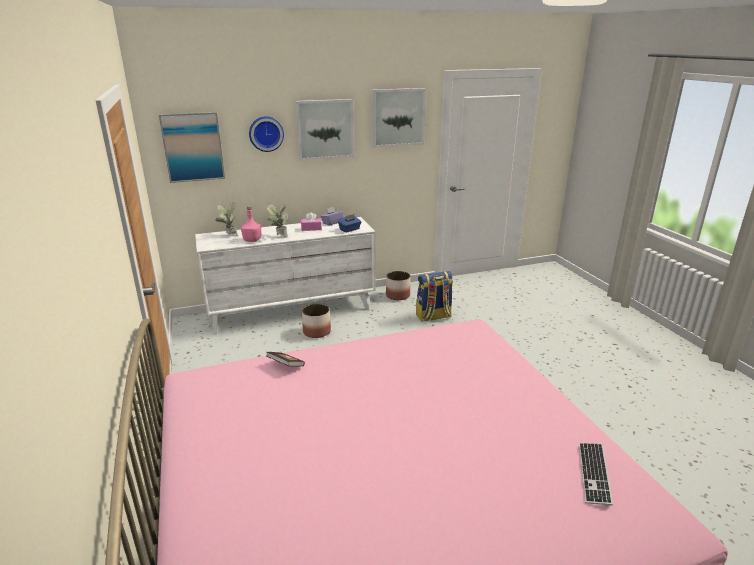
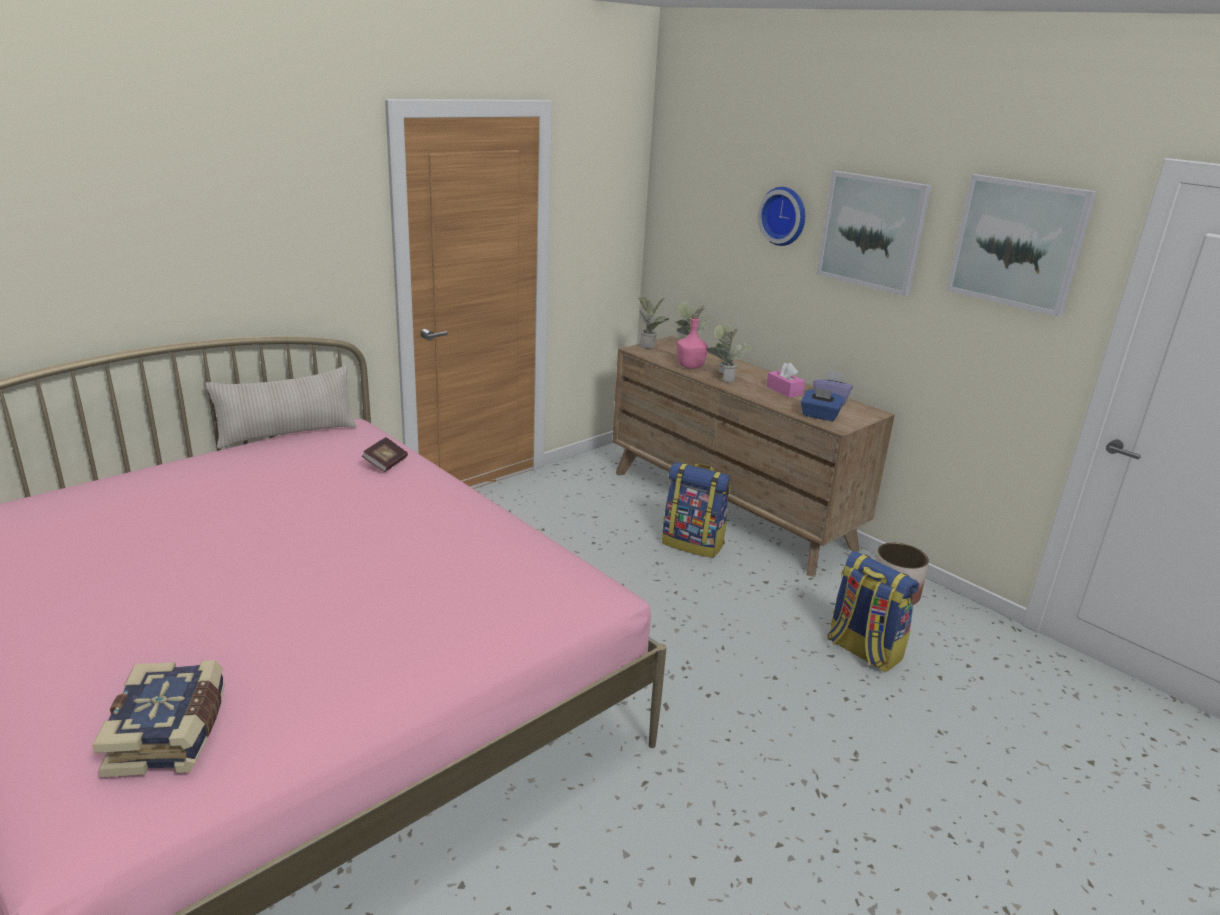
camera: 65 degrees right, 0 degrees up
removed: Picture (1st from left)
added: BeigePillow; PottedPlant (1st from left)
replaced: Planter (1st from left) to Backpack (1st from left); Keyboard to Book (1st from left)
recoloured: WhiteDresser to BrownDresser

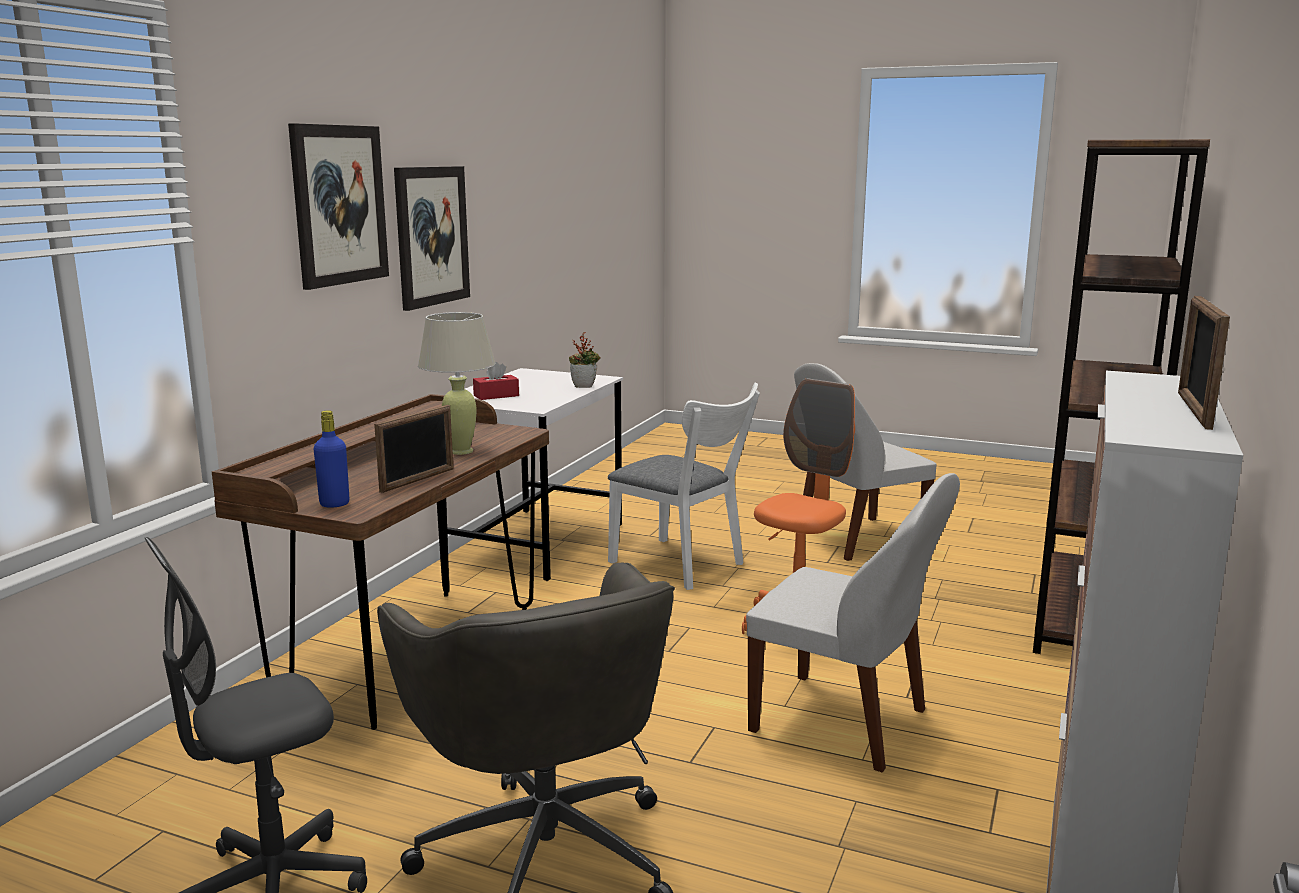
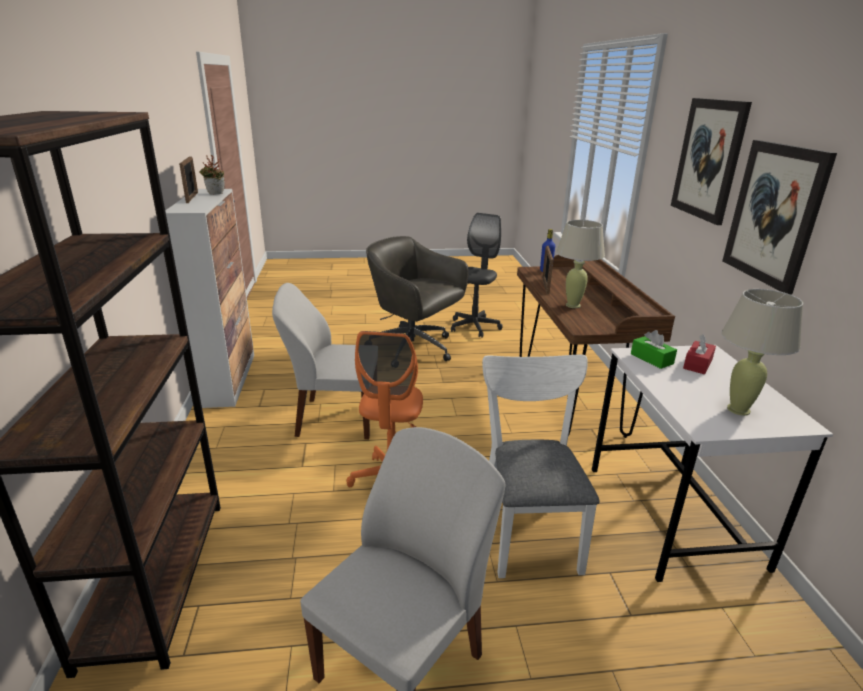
camera: 150 degrees right, 10 degrees up
added: GreenTissueBox; BeigeTableLamp (2nd from left)
moved: PottedPlant
turned: WhiteChair (1st from left in the first image) 75 degrees clockwise

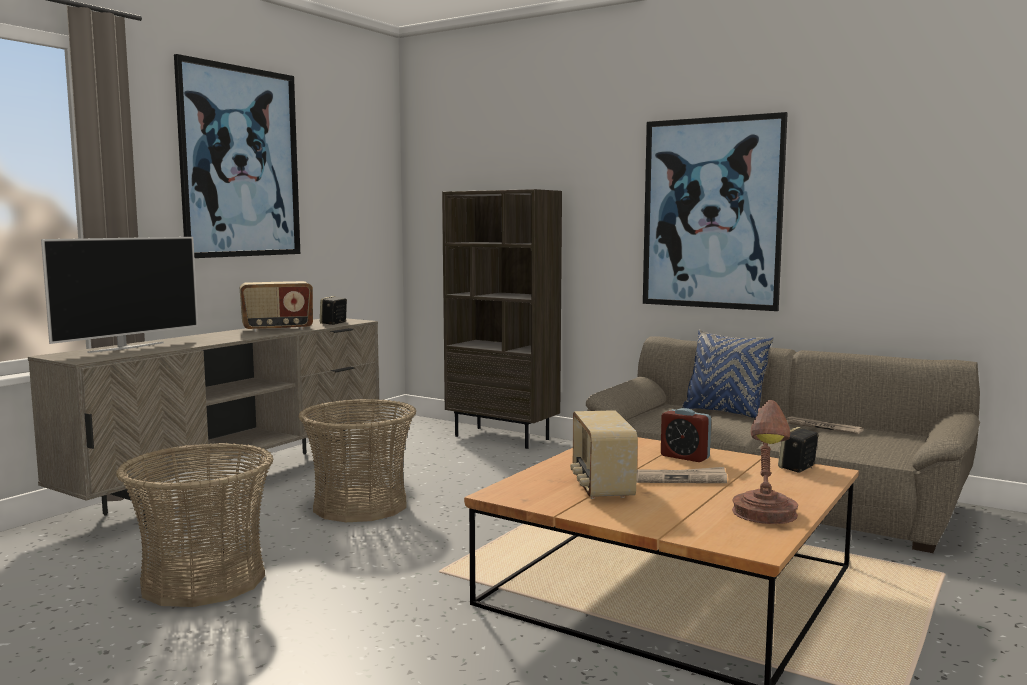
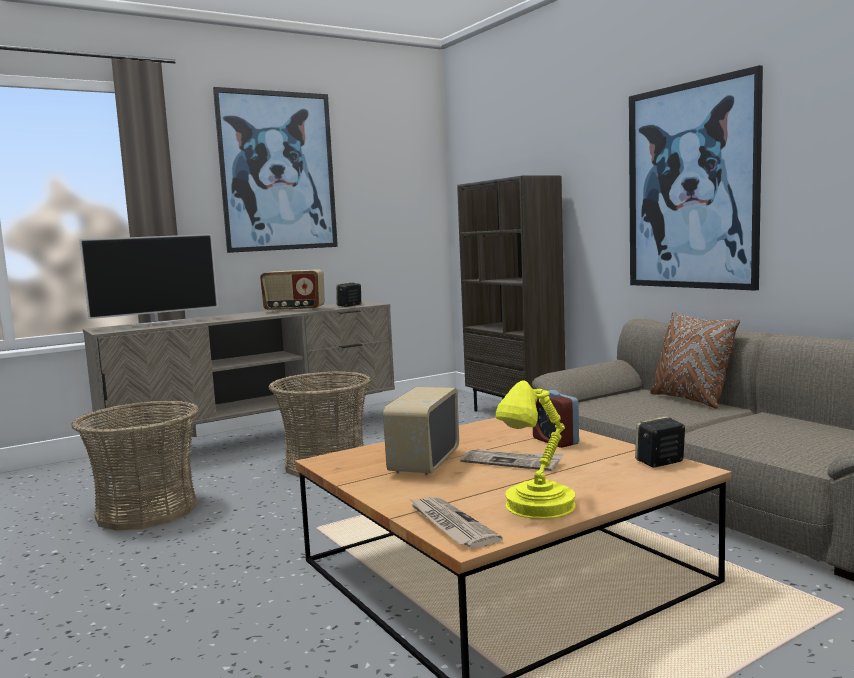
camera: 25 degrees right, 0 degrees up
moved: Newspaper (2nd from left in the first image) to Newspaper (1st from left)
recoloured: BluePillow to BrownPillow; BrownTableLamp to YellowTableLamp

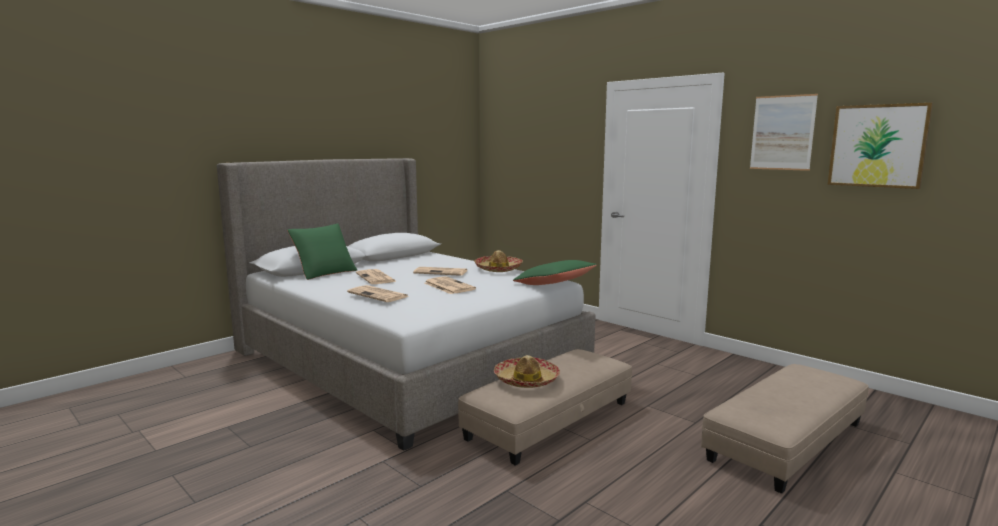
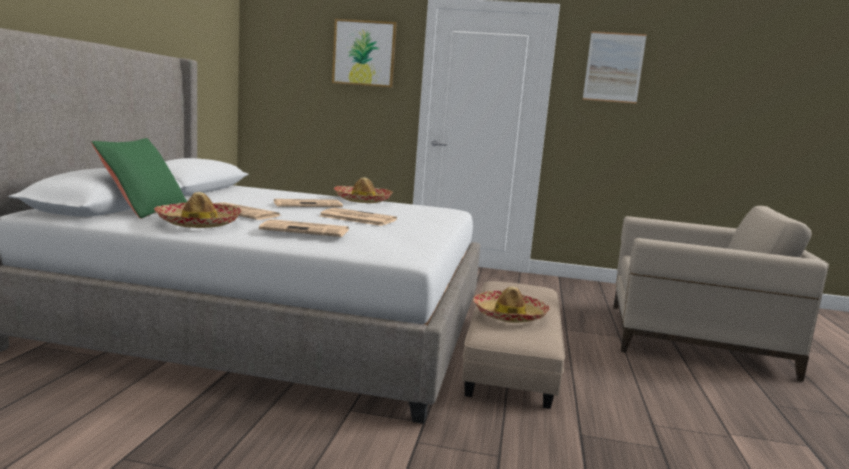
camera: 35 degrees left, 0 degrees up
removed: GreenPillow (2nd from left)
added: Hat (1st from left)
moved: Picture (2nd from left in the first image) to Picture (1st from left)
replaced: BeigeOttoman (2nd from left) to BeigeArmchair

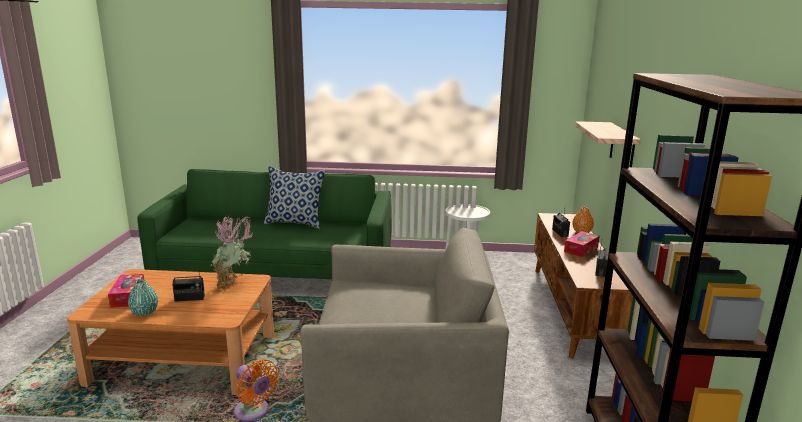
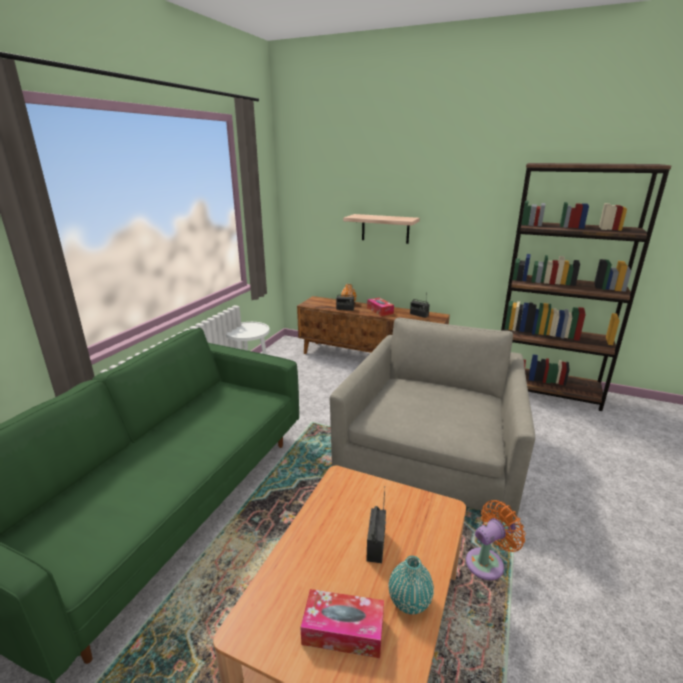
camera: 70 degrees left, 5 degrees up
removed: PottedPlant; Pillow

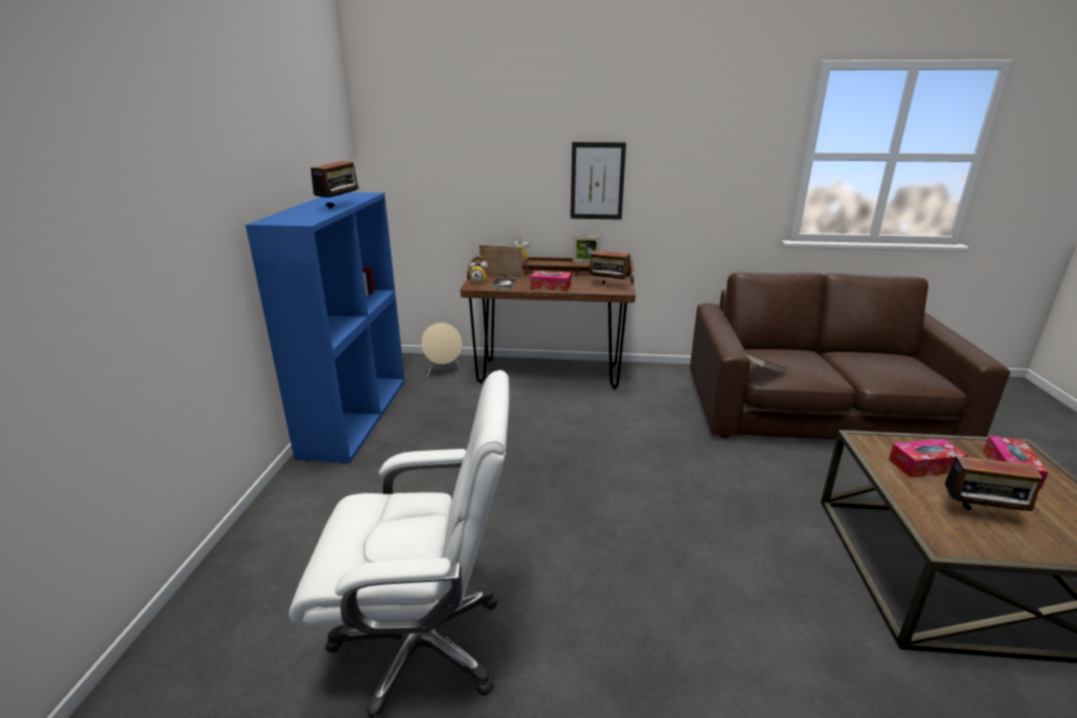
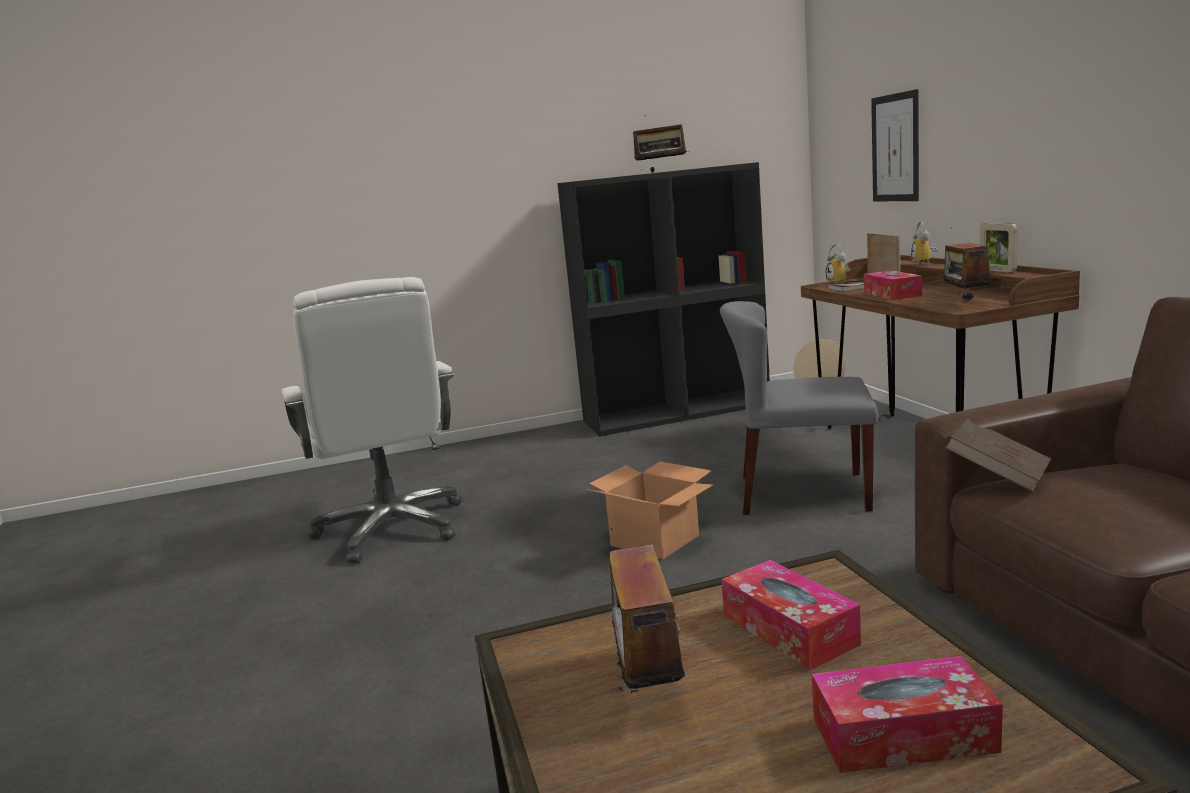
camera: 70 degrees right, 10 degrees down
added: CardboardBox; GreyChair
moved: Picture
recoloured: BlueBookcase to BlackBookcase

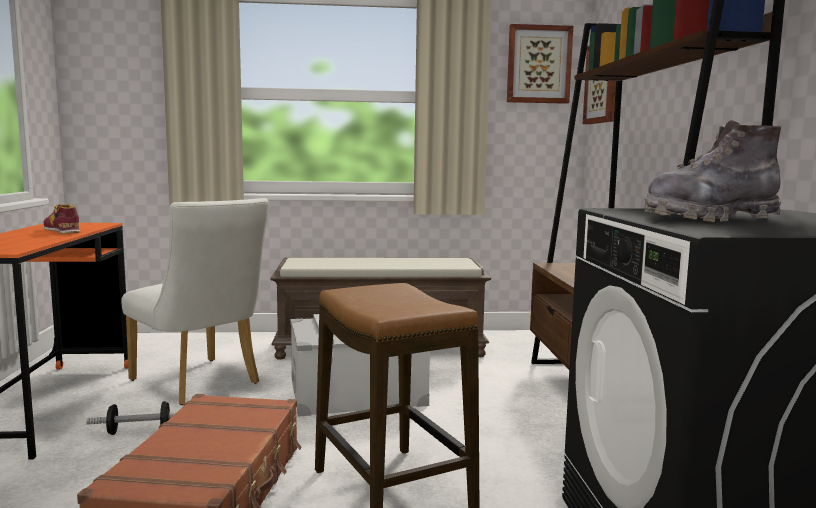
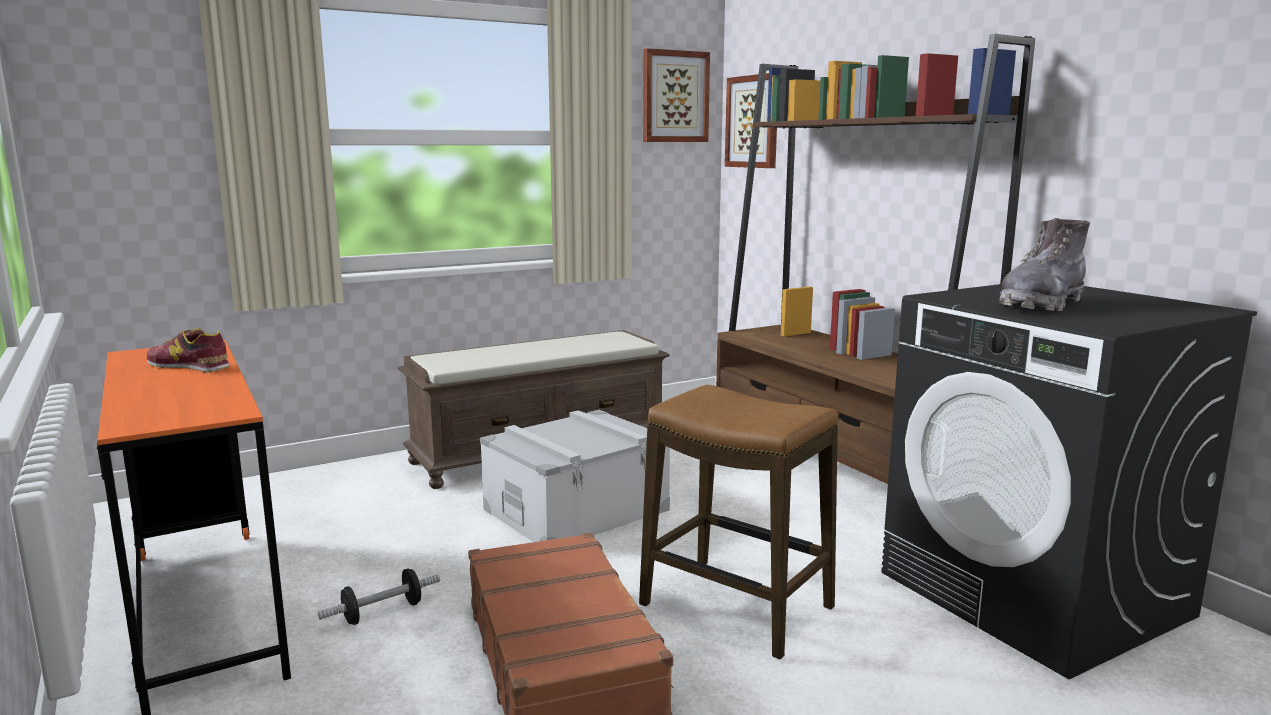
camera: 25 degrees left, 5 degrees up
removed: WhiteChair

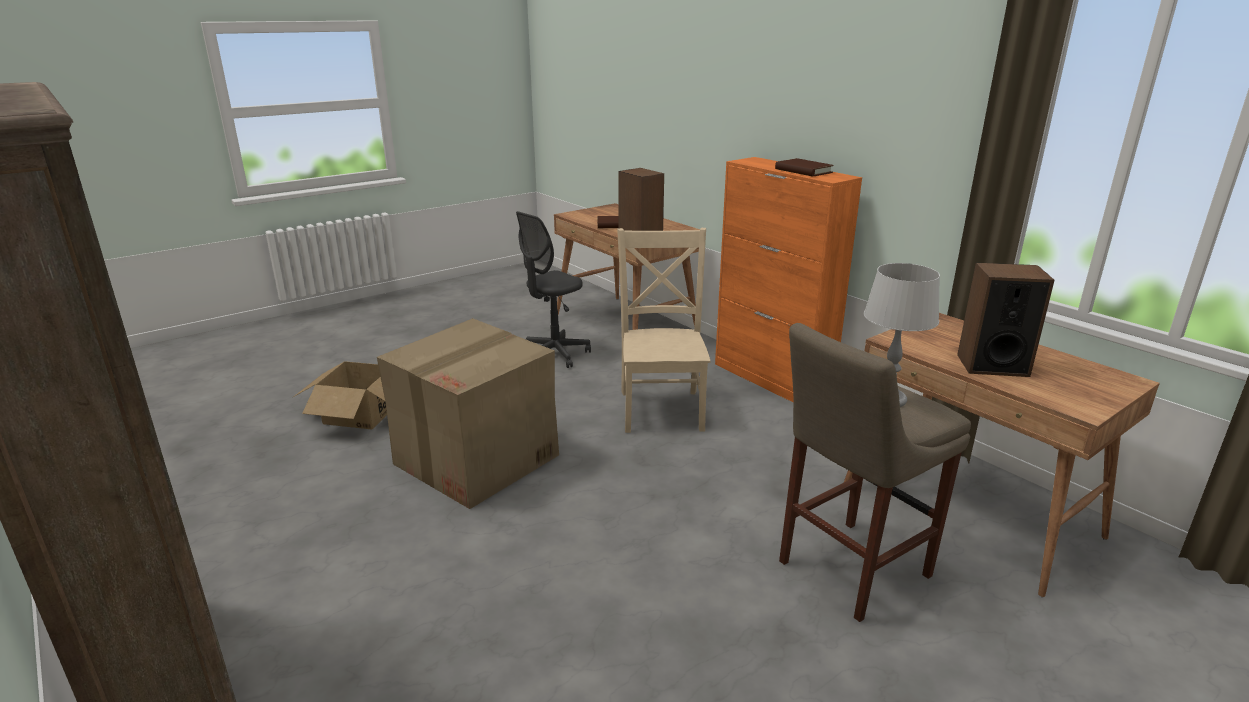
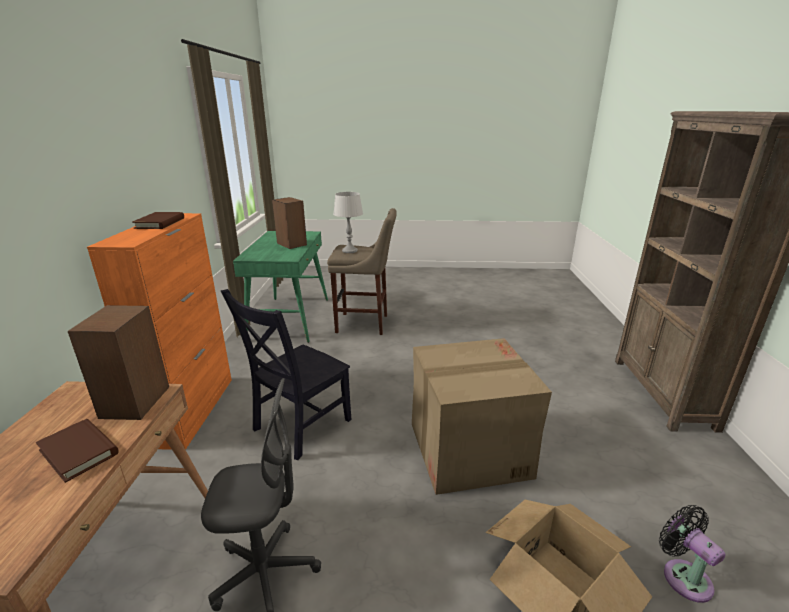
camera: 140 degrees left, 0 degrees up
added: BlackFan
recoloured: BeigeChair to BlackChair; BrownDesk (2nd from left) to GreenDesk

